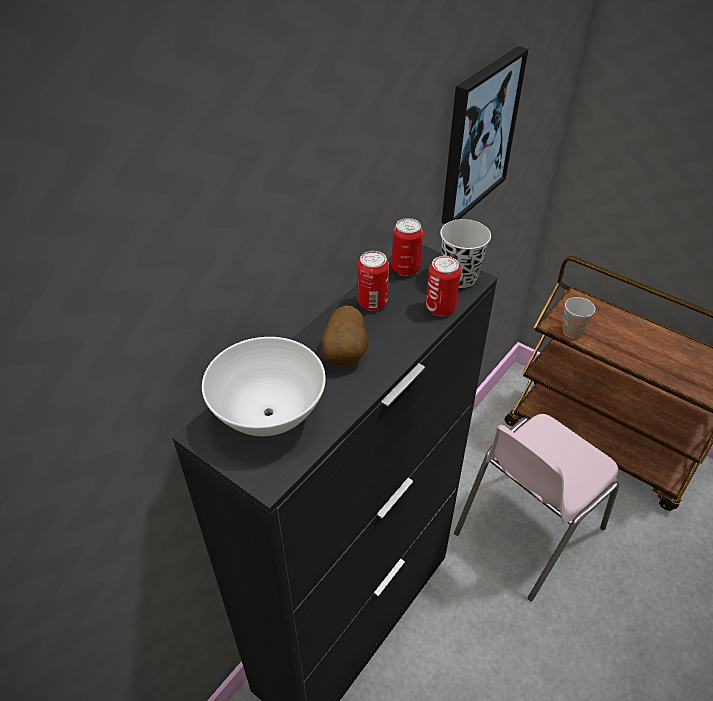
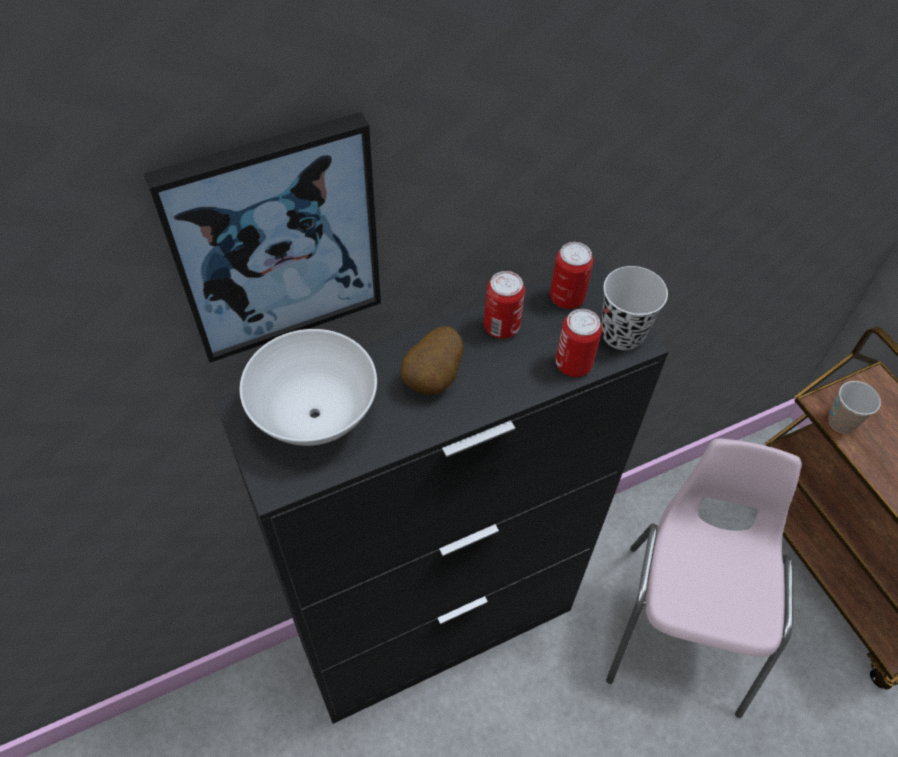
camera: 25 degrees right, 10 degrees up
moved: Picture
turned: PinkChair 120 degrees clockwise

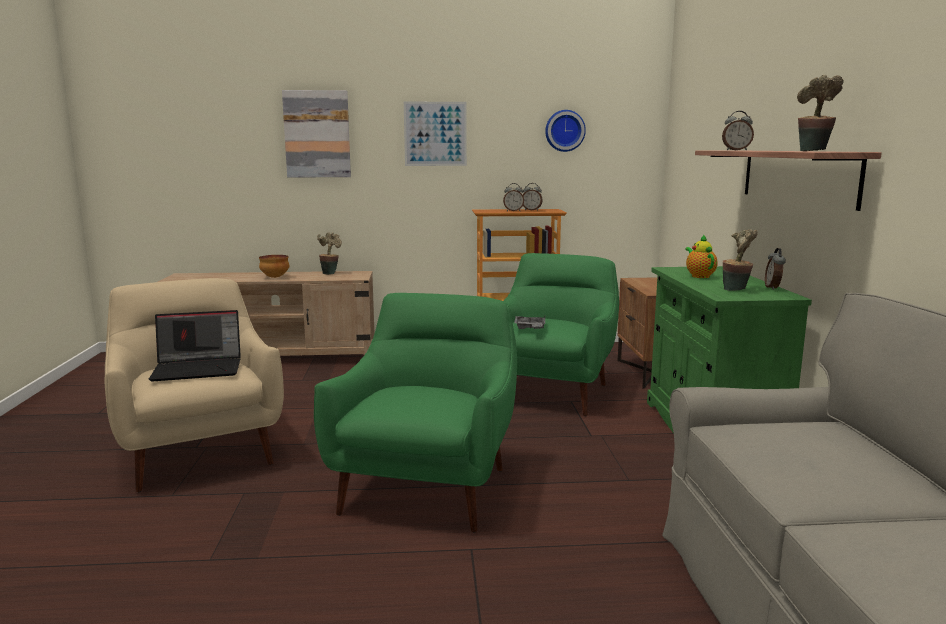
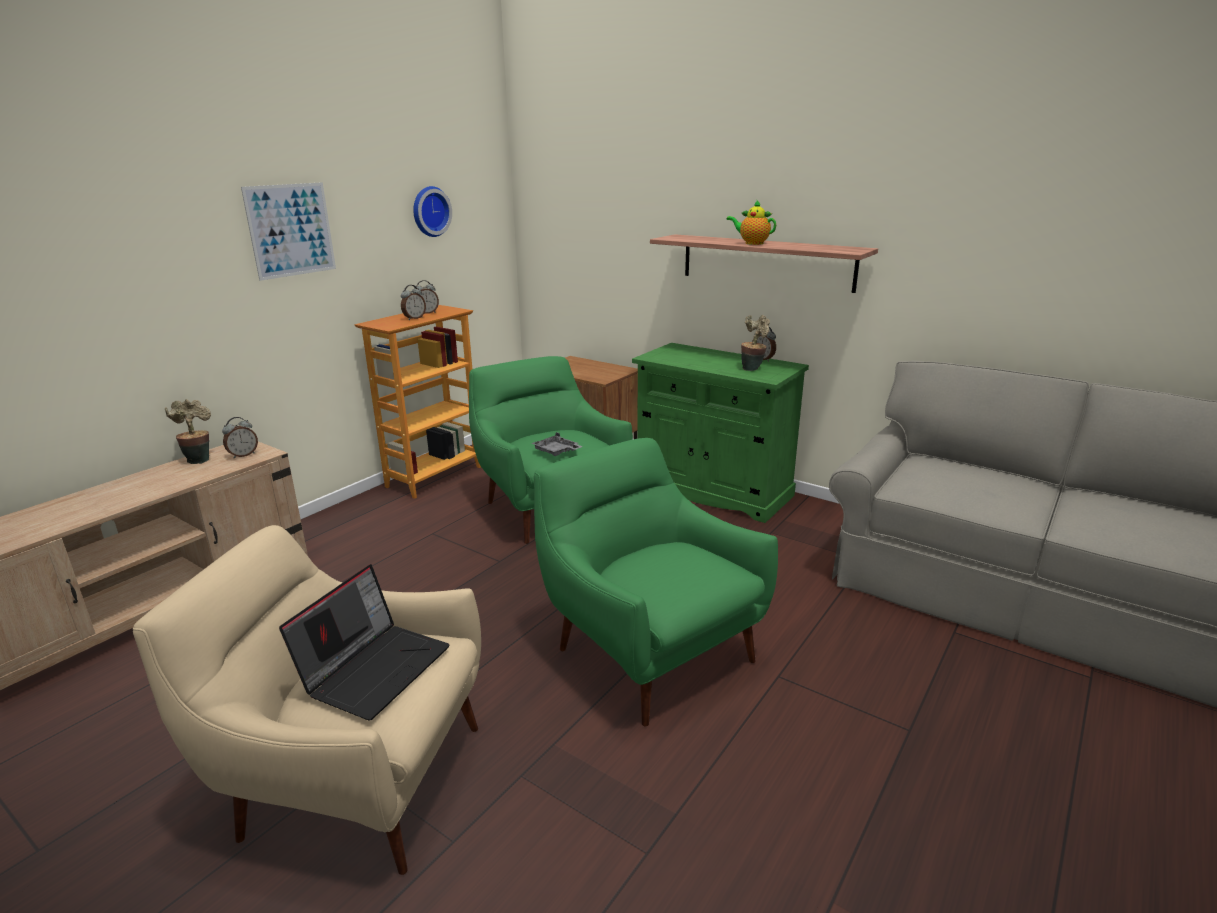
camera: 50 degrees left, 10 degrees up
removed: Bowl; Picture (1st from left); PottedPlant (3rd from left)
moved: Teapot; AlarmClock (3rd from left in the first image) to AlarmClock (1st from left)

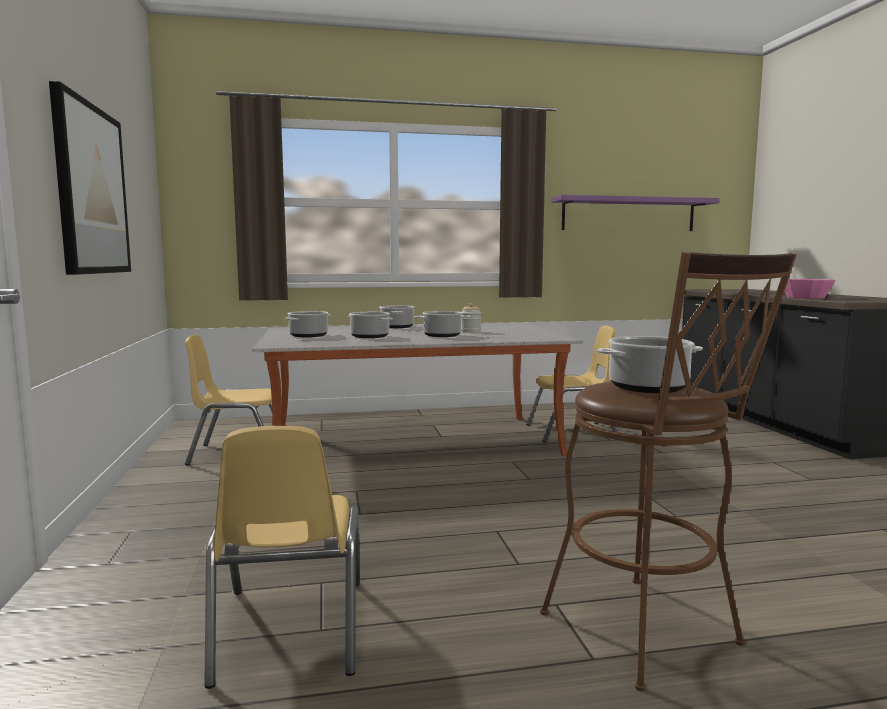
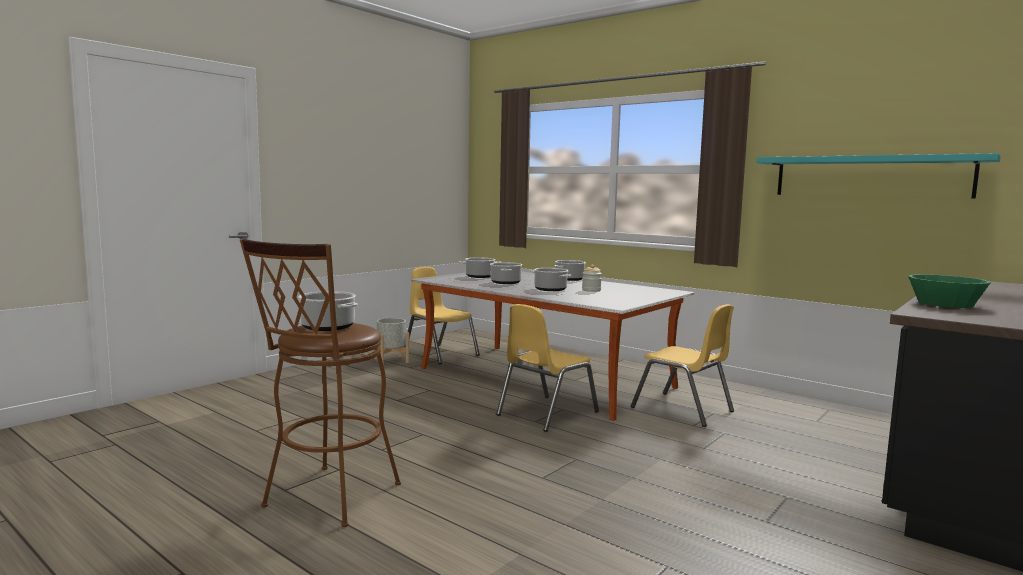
camera: 50 degrees right, 0 degrees up
removed: Picture
added: GreyPlanter
moved: YellowChair (2nd from left)
recoloured: PurpleShelf to TurquoiseShelf; PinkBowl to GreenBowl

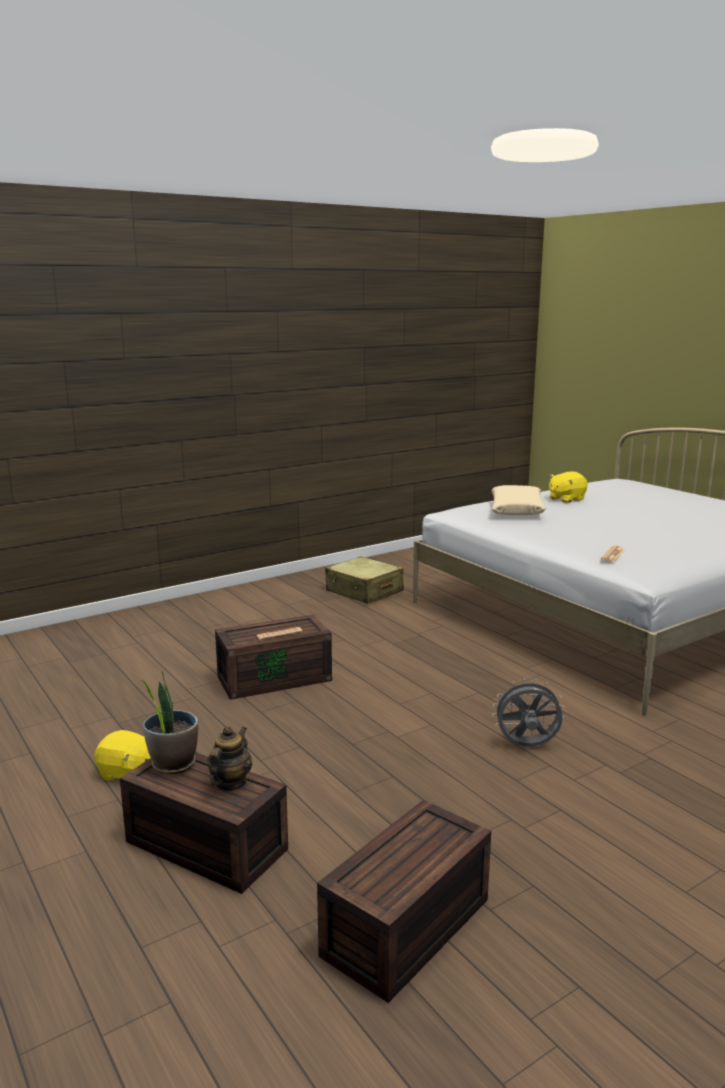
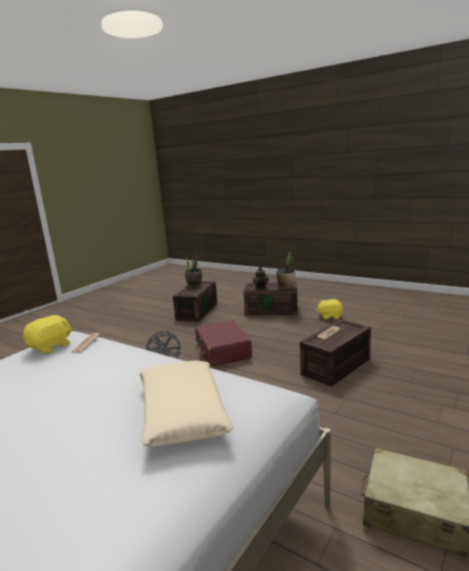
camera: 160 degrees right, 0 degrees up
added: PottedPlant (1st from left); RedSuitcase
moved: YellowPlushToy (2nd from left in the first image) to YellowPlushToy (1st from left)

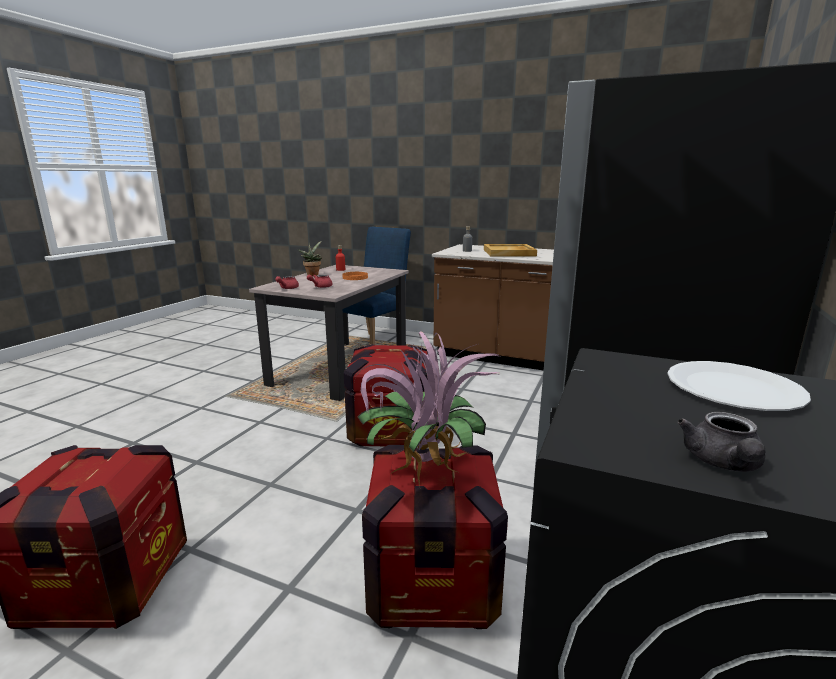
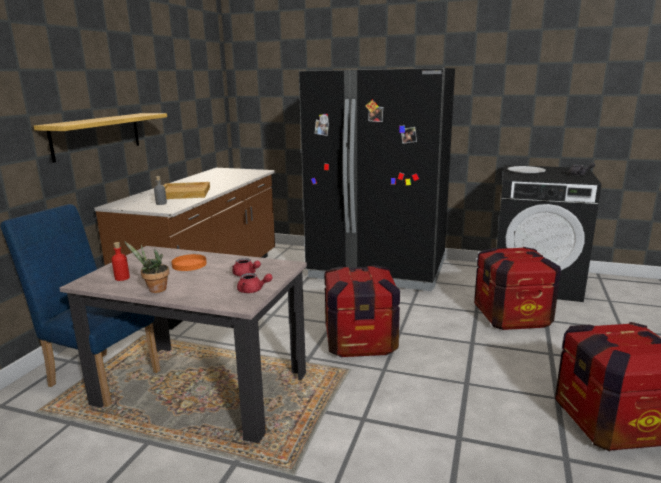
camera: 95 degrees left, 0 degrees up
removed: PottedPlant (2nd from left)
added: Shelf

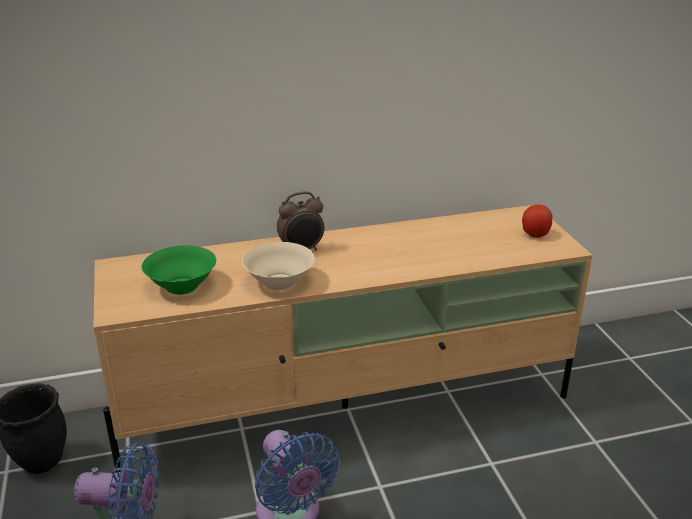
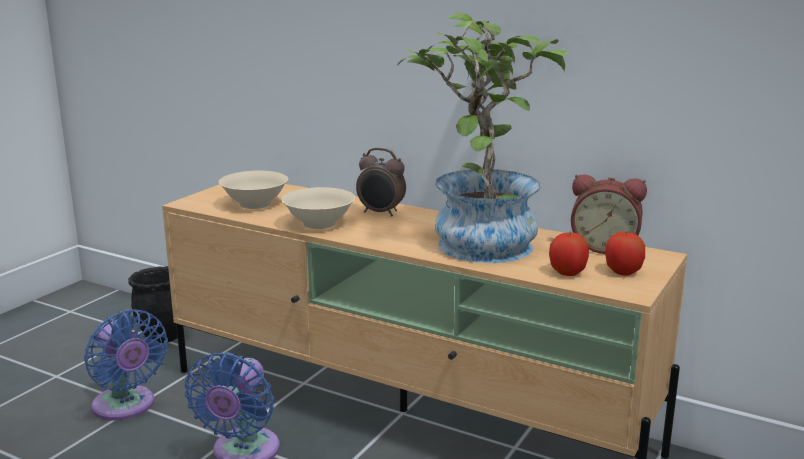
camera: 45 degrees right, 10 degrees down
added: PottedPlant; Apple (1st from left); AlarmClock (2nd from left)
recoloured: GreenBowl to BeigeBowl (1st from left)

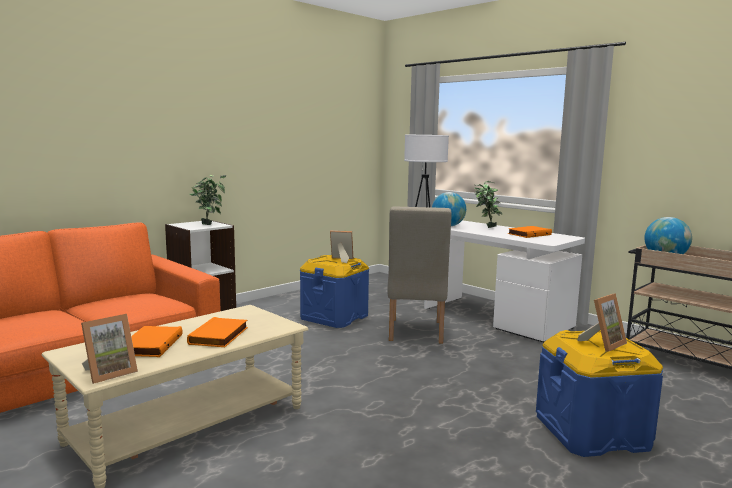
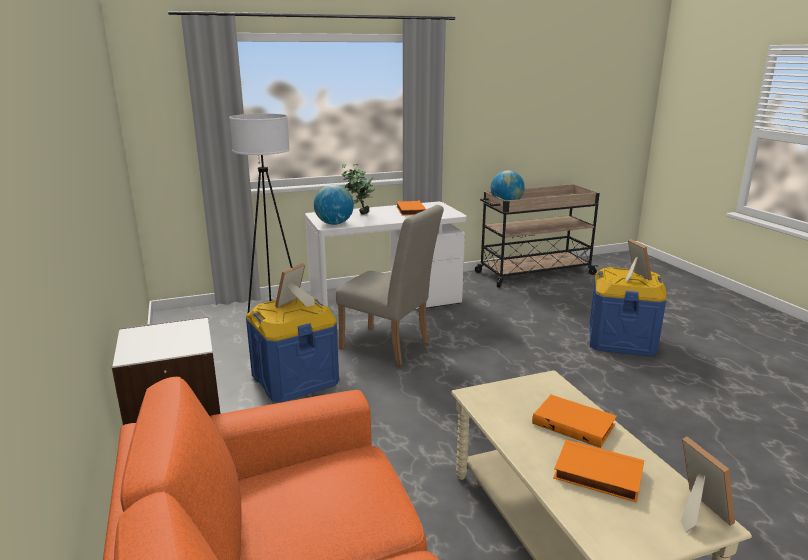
camera: 65 degrees left, 10 degrees up
removed: PottedPlant (1st from left)

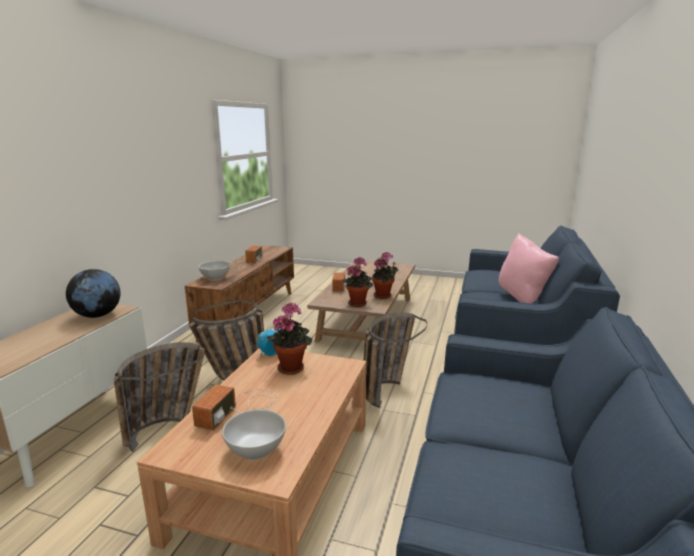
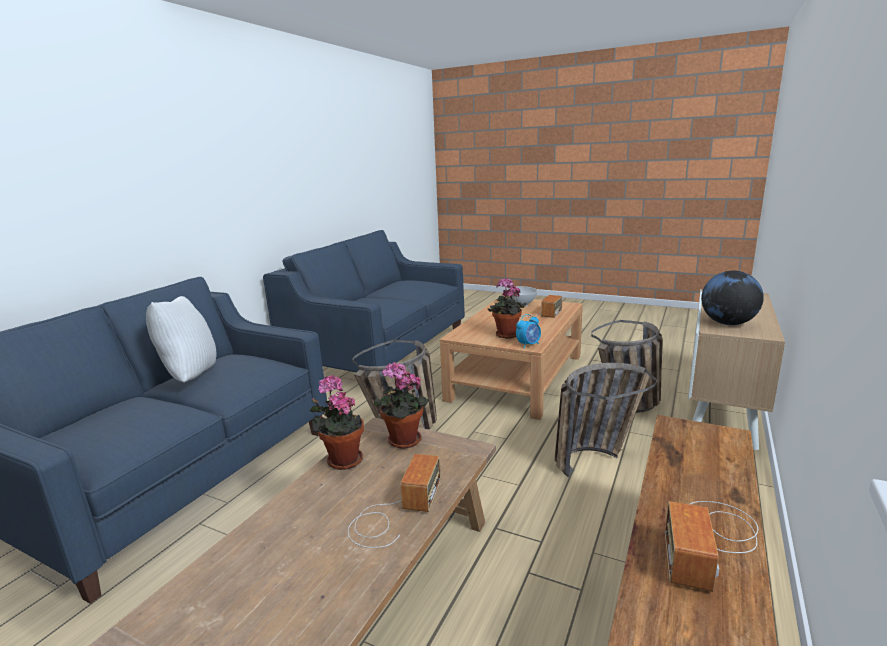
camera: 170 degrees left, 0 degrees up
removed: WhiteBowl (1st from left)
recoloured: PinkPillow to WhitePillow

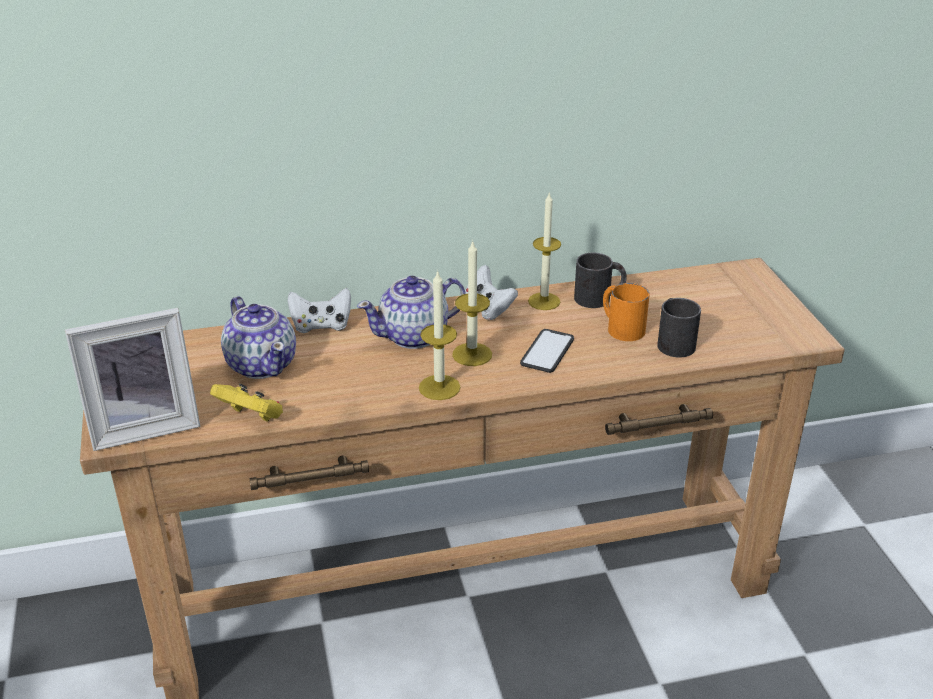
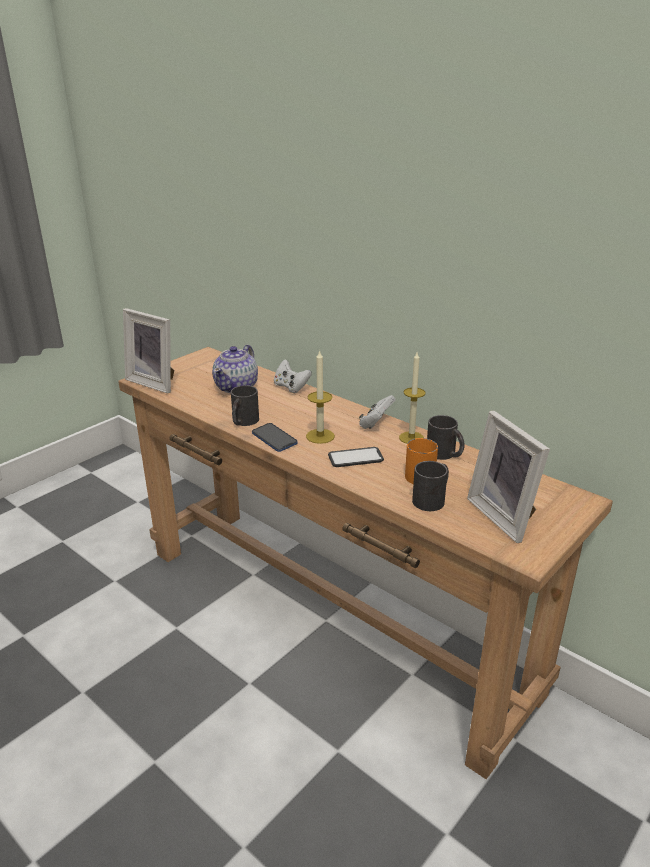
camera: 55 degrees right, 5 degrees down
removed: YellowGameController; Teapot (2nd from left)
added: BlackMug (1st from left); PictureFrame (2nd from left)
replaced: Candle (1st from left) to Phone (1st from left)

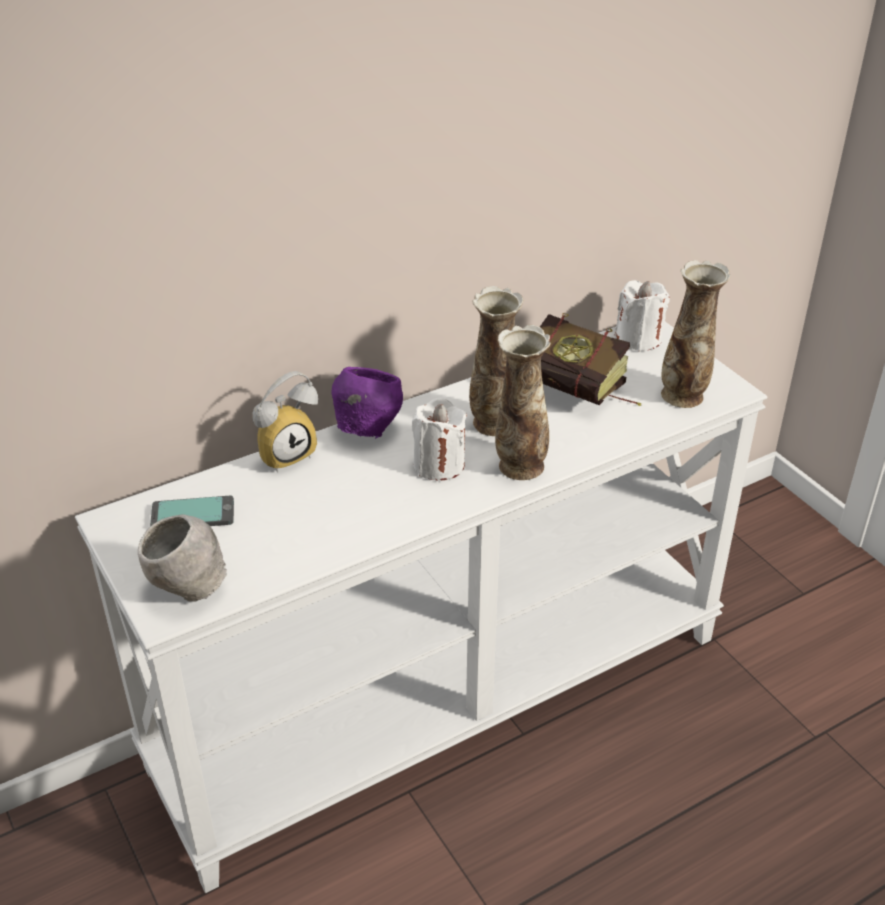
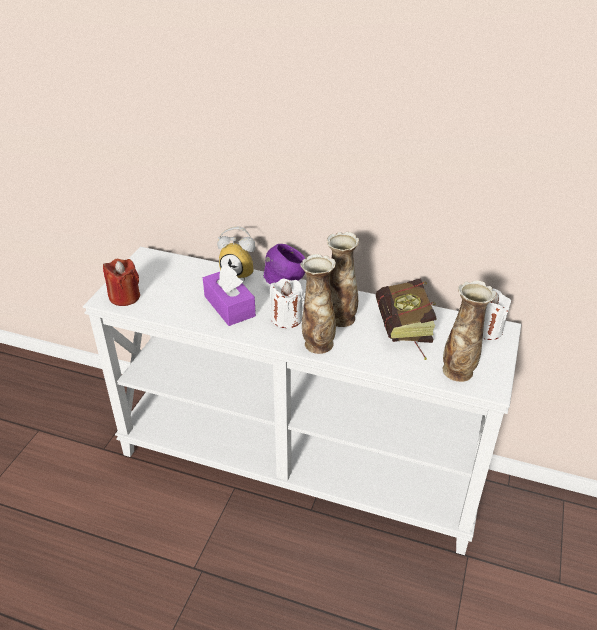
camera: 50 degrees right, 0 degrees up
removed: Phone
added: PurpleTissueBox
replaced: GreyBowl to RedCandle

